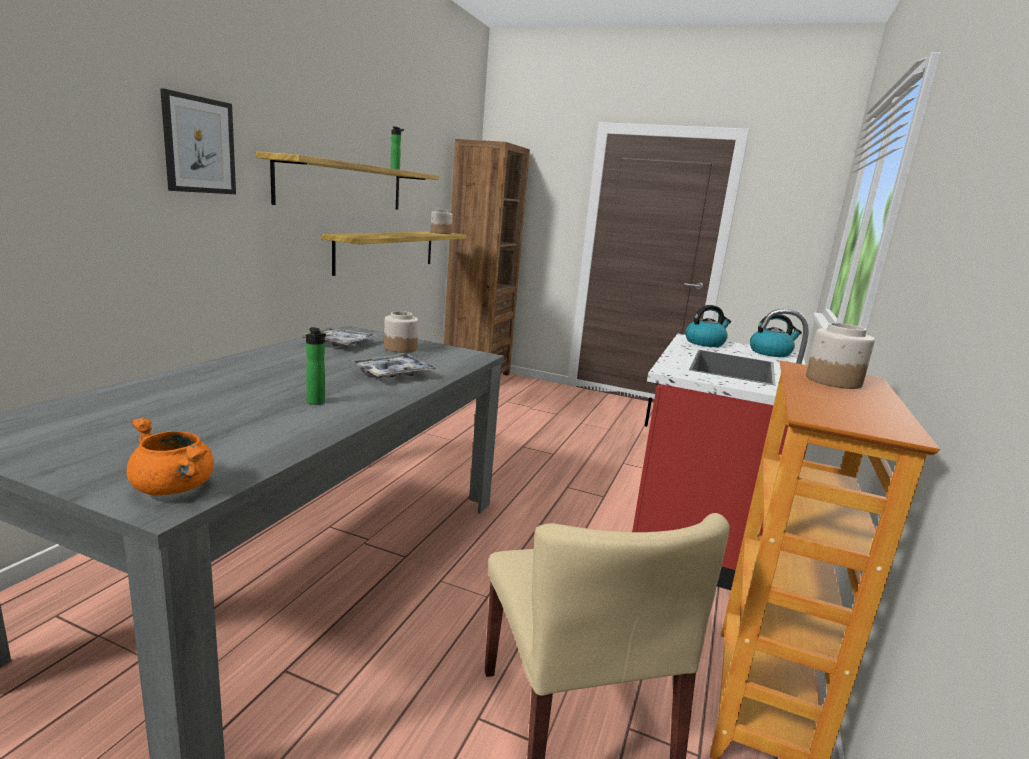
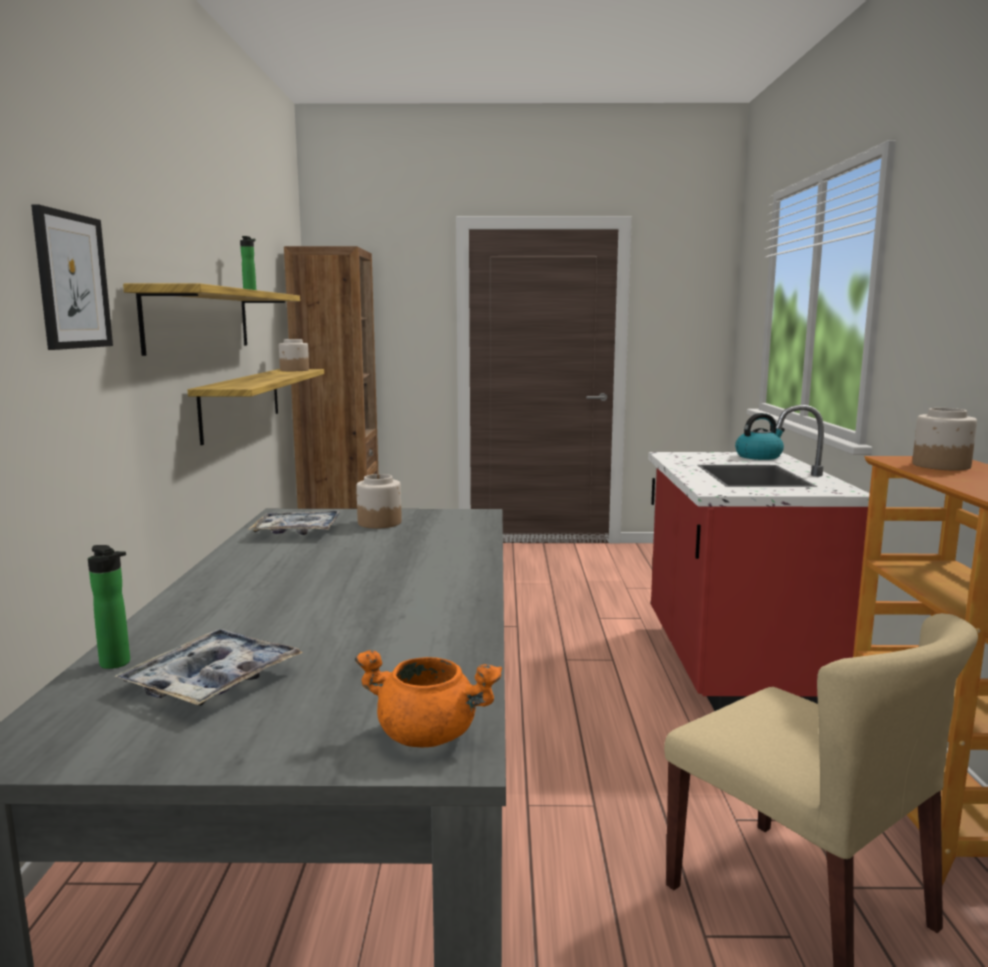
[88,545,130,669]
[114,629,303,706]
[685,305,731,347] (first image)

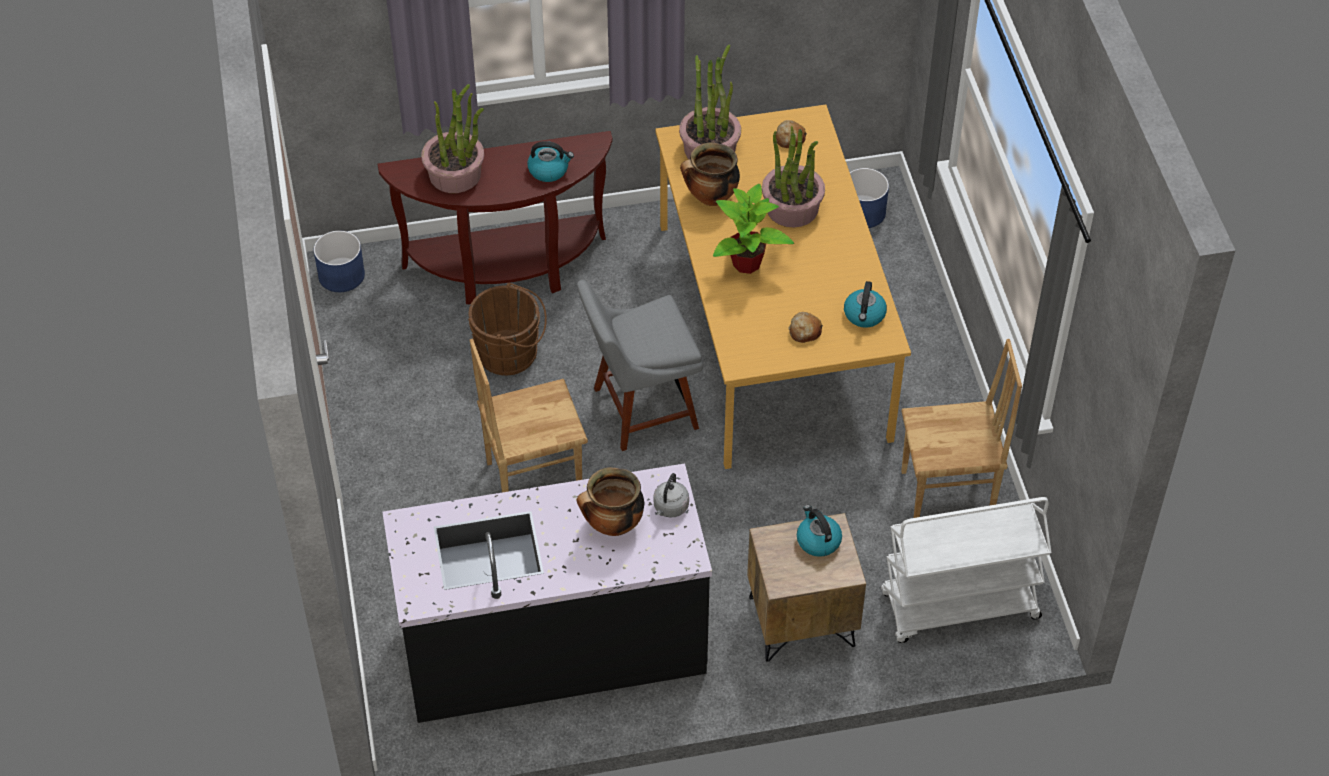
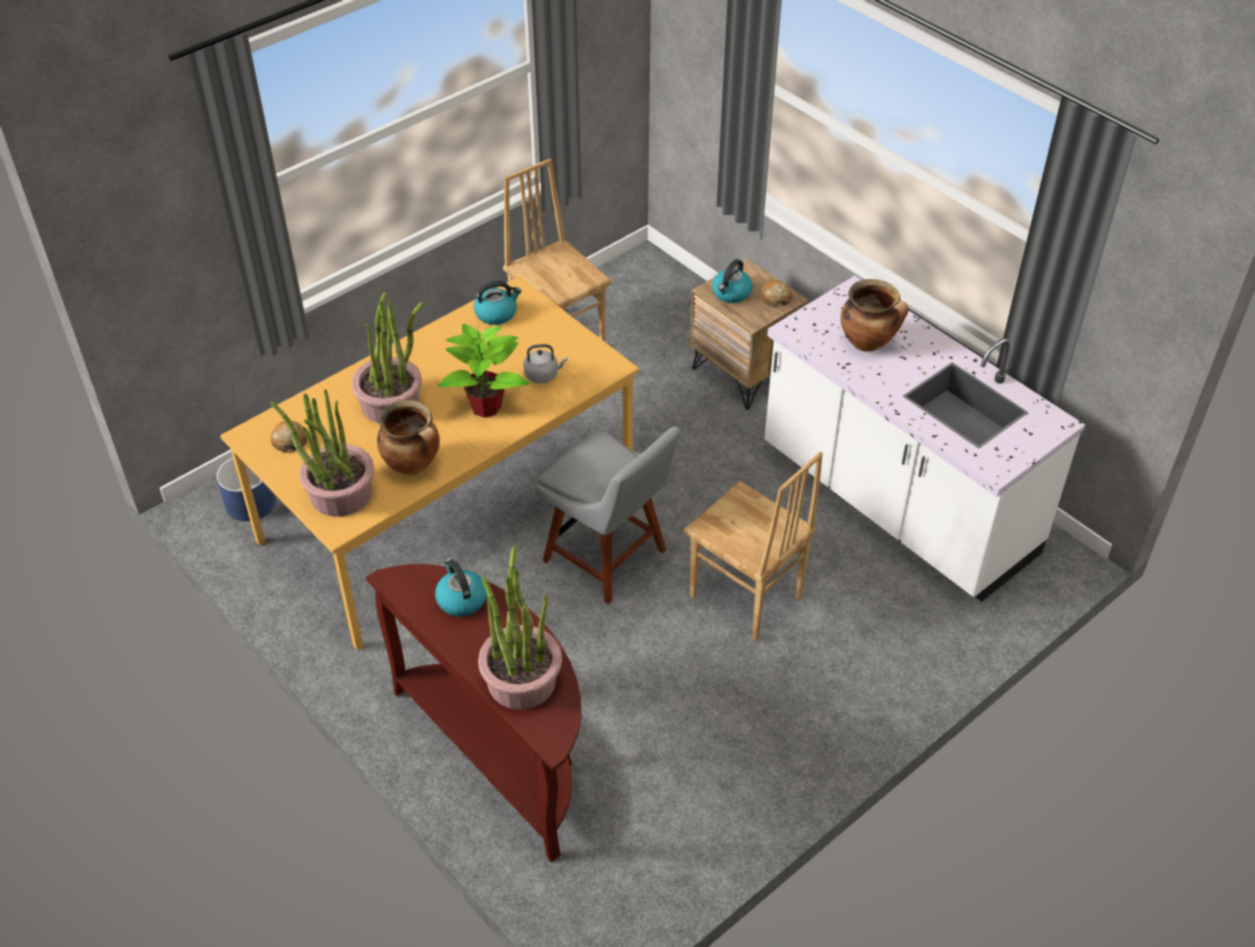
[523,344,568,383]
[761,280,793,308]
[765,276,1085,602]
[314,231,365,292] (first image)
[468,283,547,375] (first image)
[881,497,1051,643] (first image)

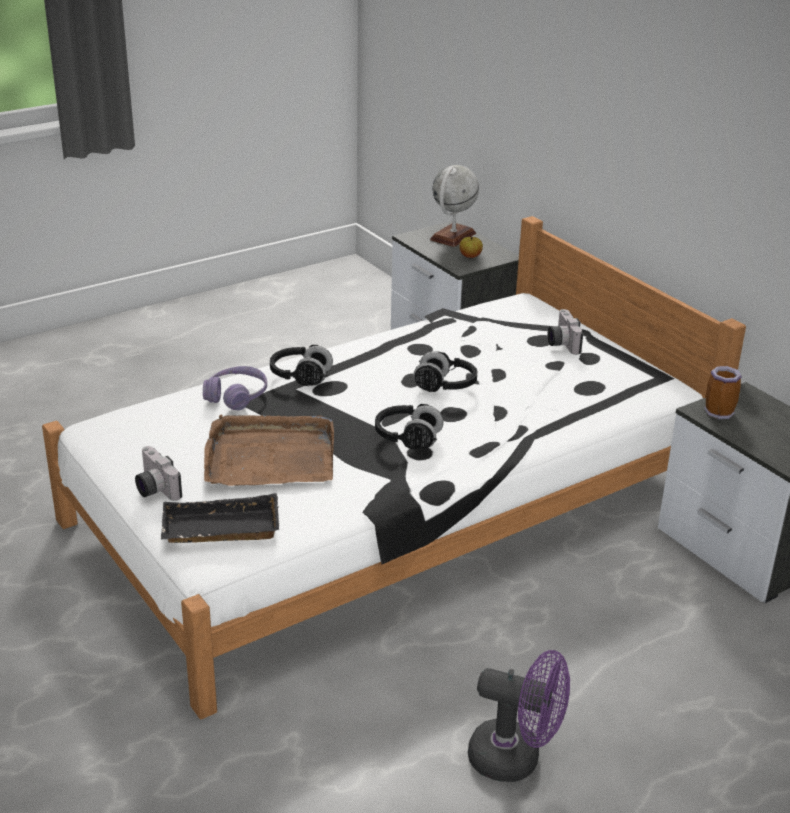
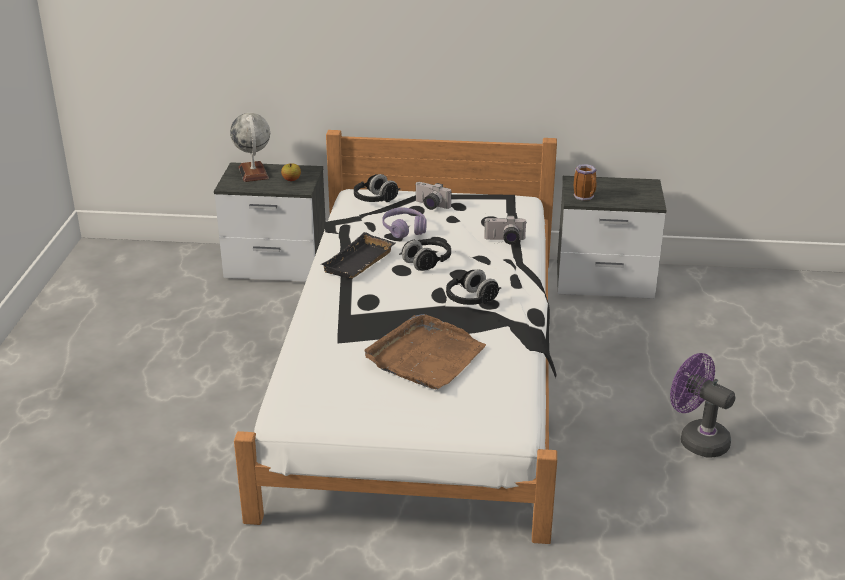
[321,232,395,279]
[354,174,400,202]
[382,207,427,239]
[484,216,527,245]
[670,353,735,458]

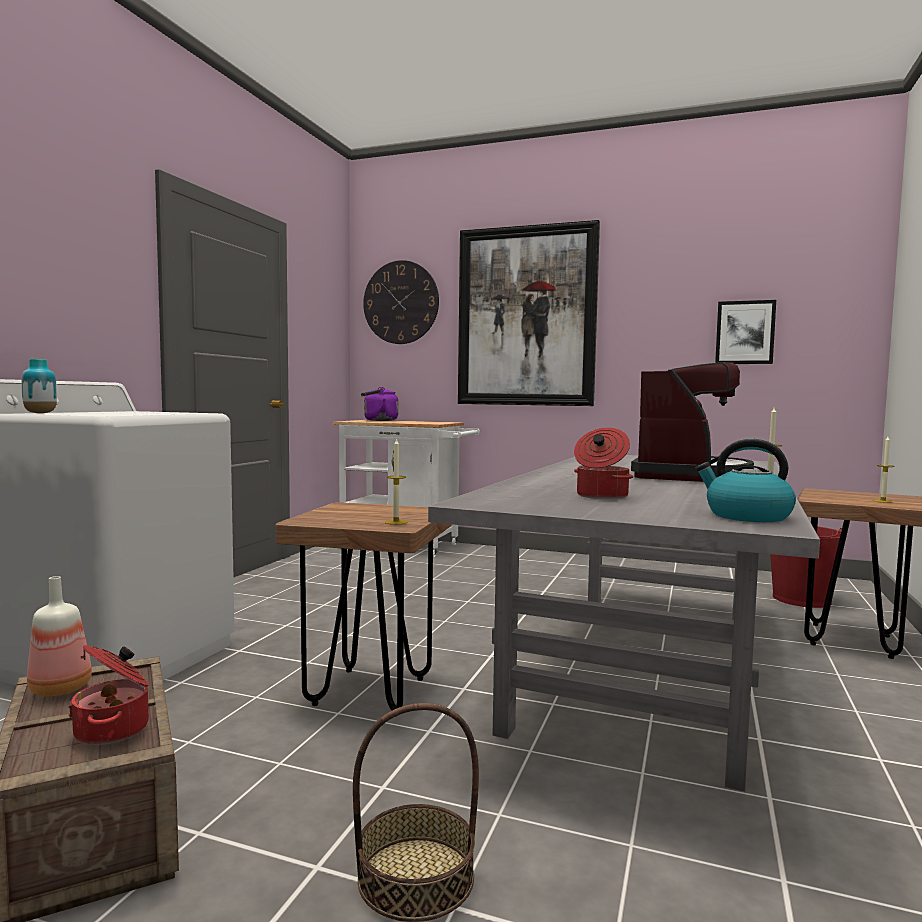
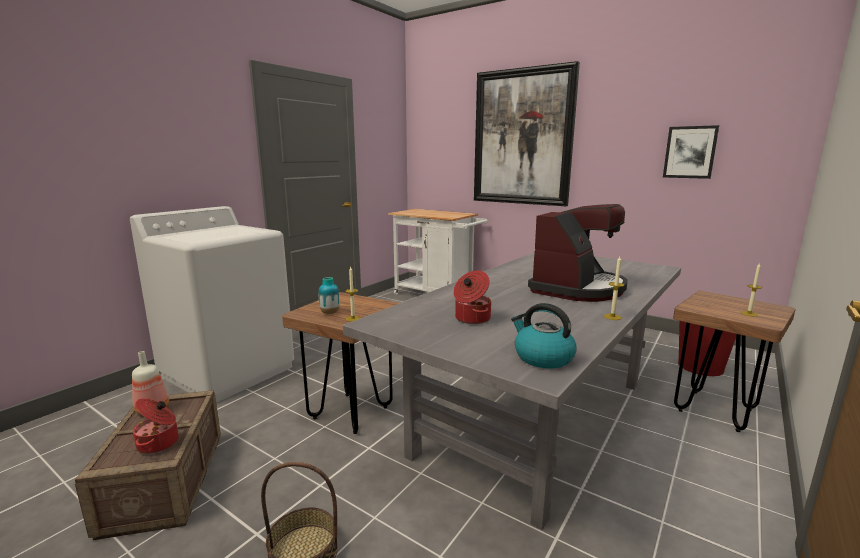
[319,277,339,314]
[361,387,399,421] (first image)
[363,260,439,344] (first image)

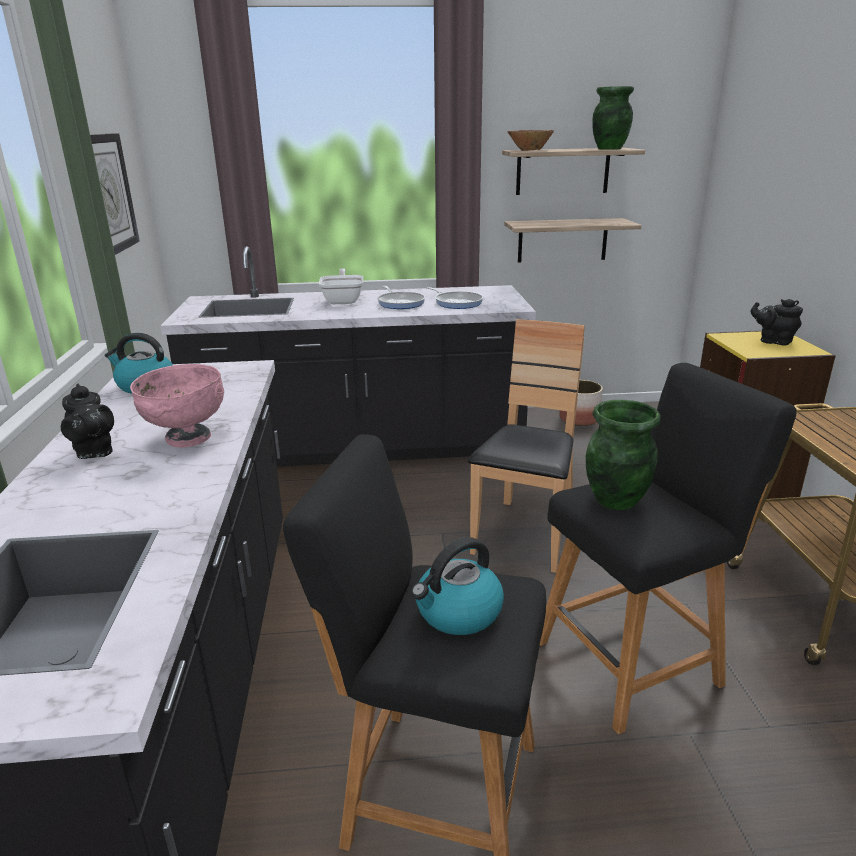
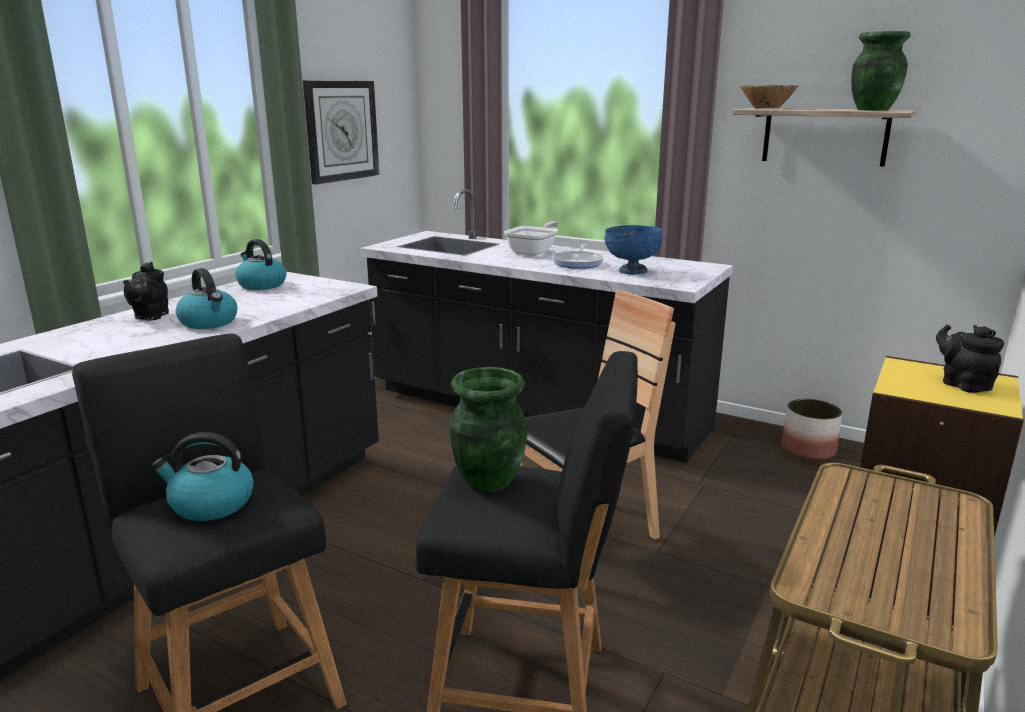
[176,268,237,329]
[605,225,663,275]
[504,218,641,263] (first image)

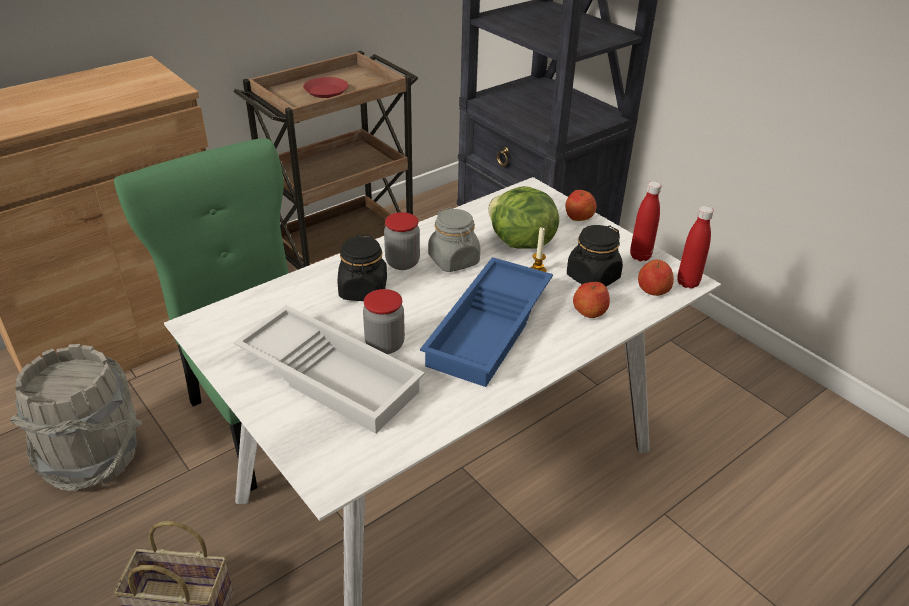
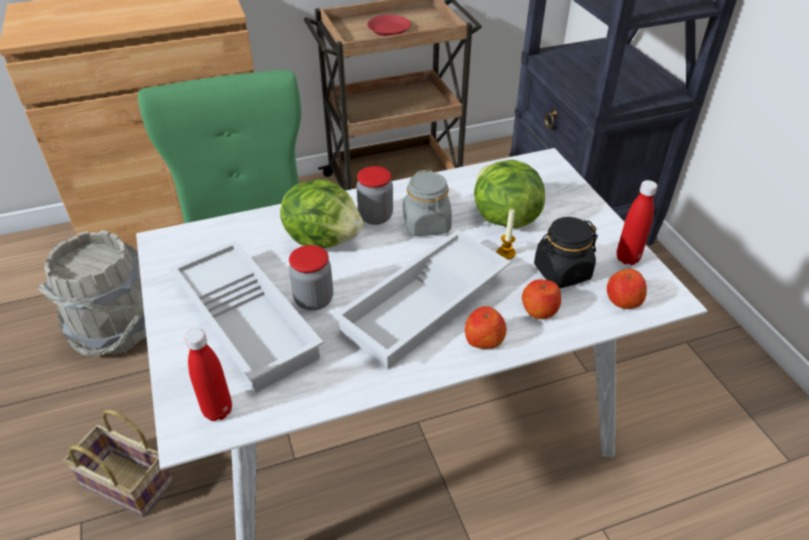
[185,328,232,421]
[280,179,363,248]
[333,230,511,370]
[465,306,506,349]

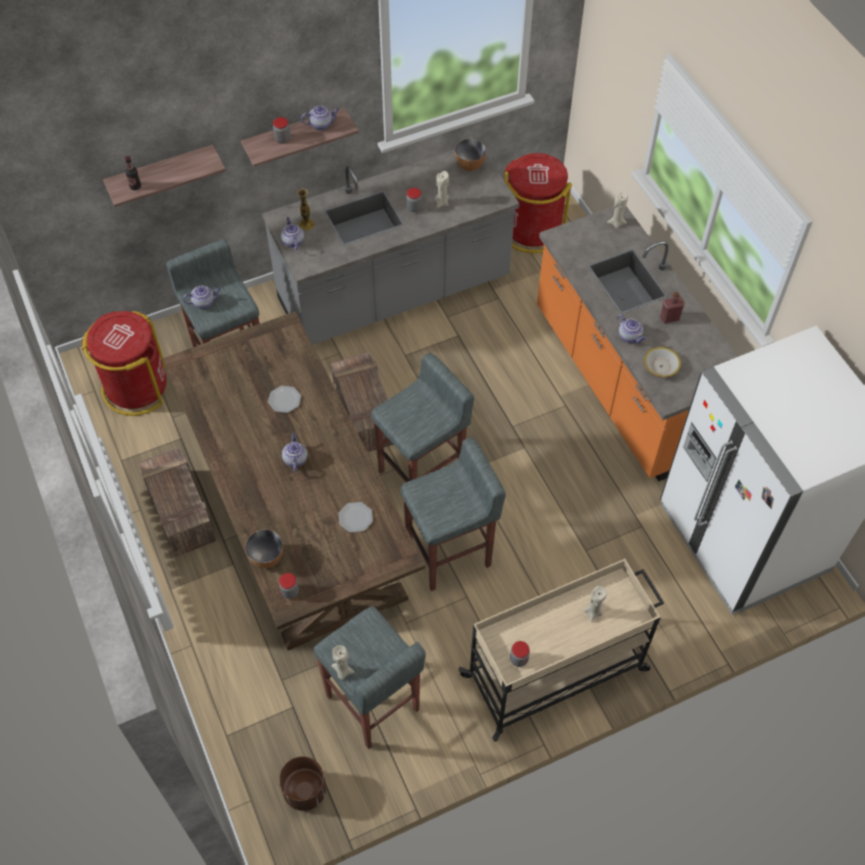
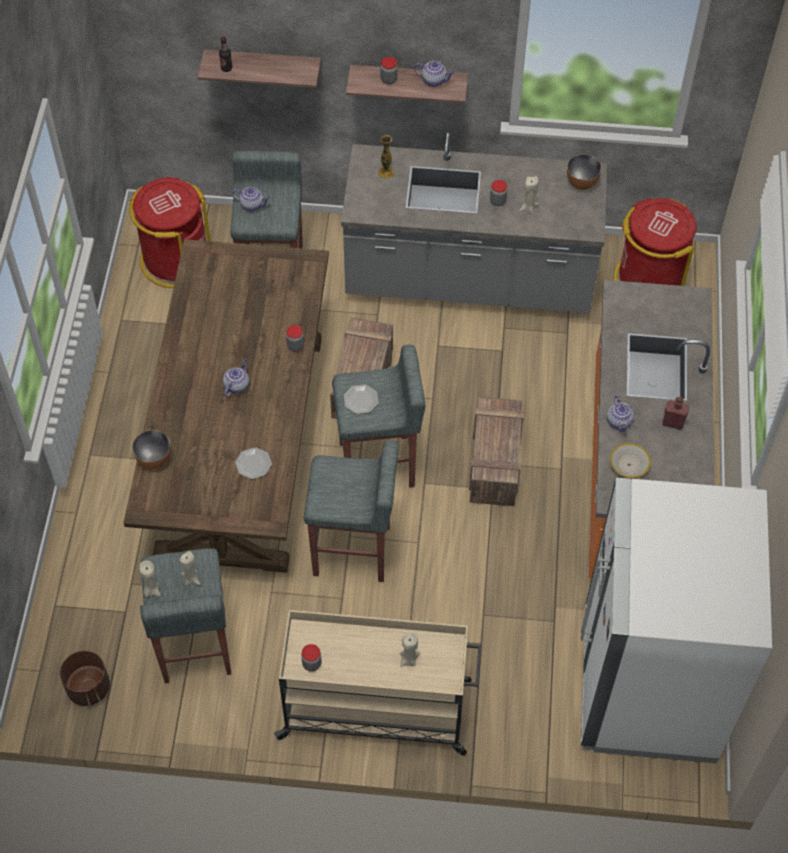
[179,551,201,586]
[286,325,304,351]
[344,385,379,414]
[469,397,524,506]
[281,217,304,250] (first image)

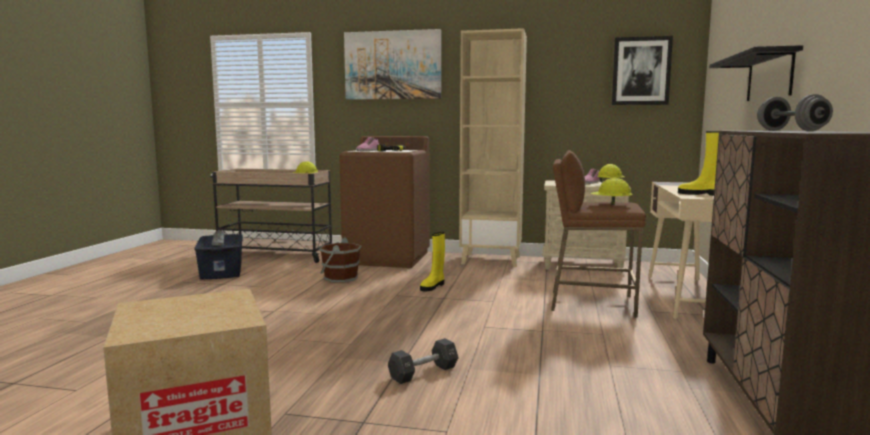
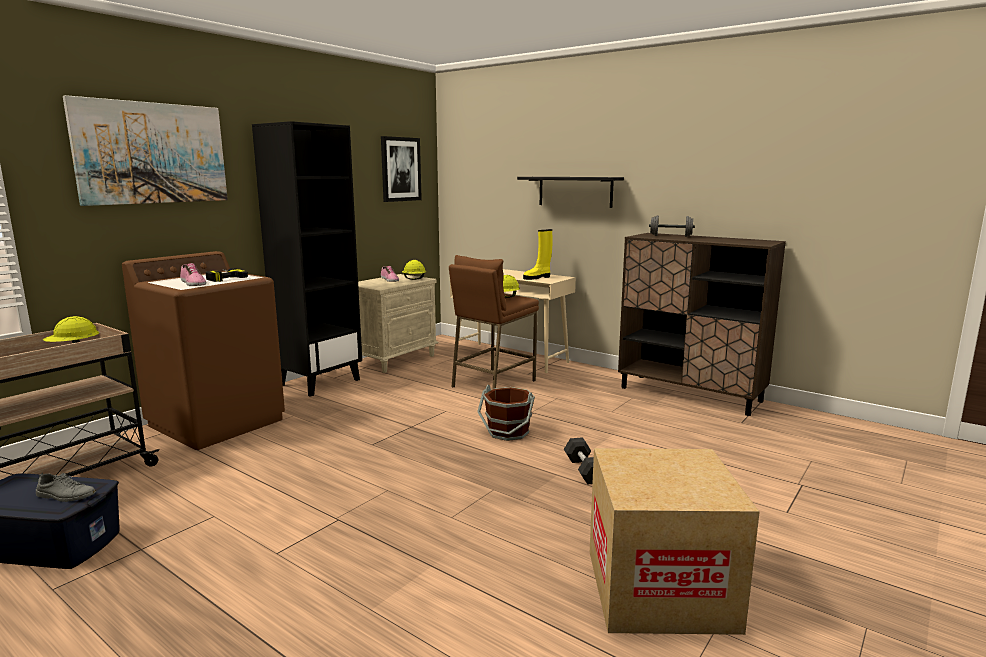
[252,121,362,397]
[477,385,535,441]
[420,232,445,292] (first image)

